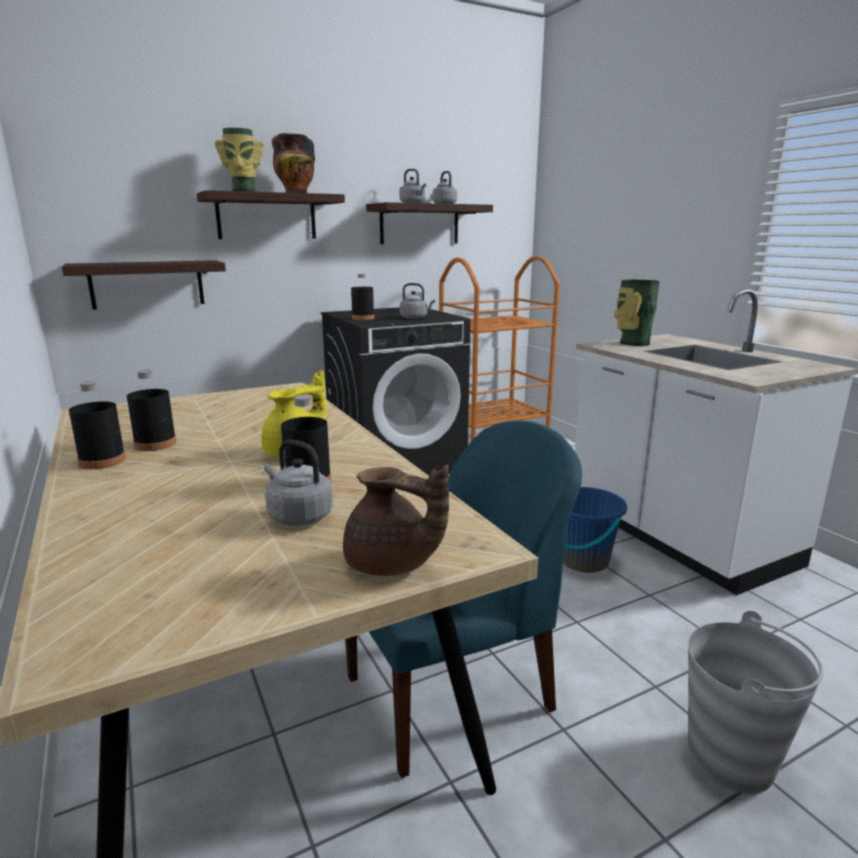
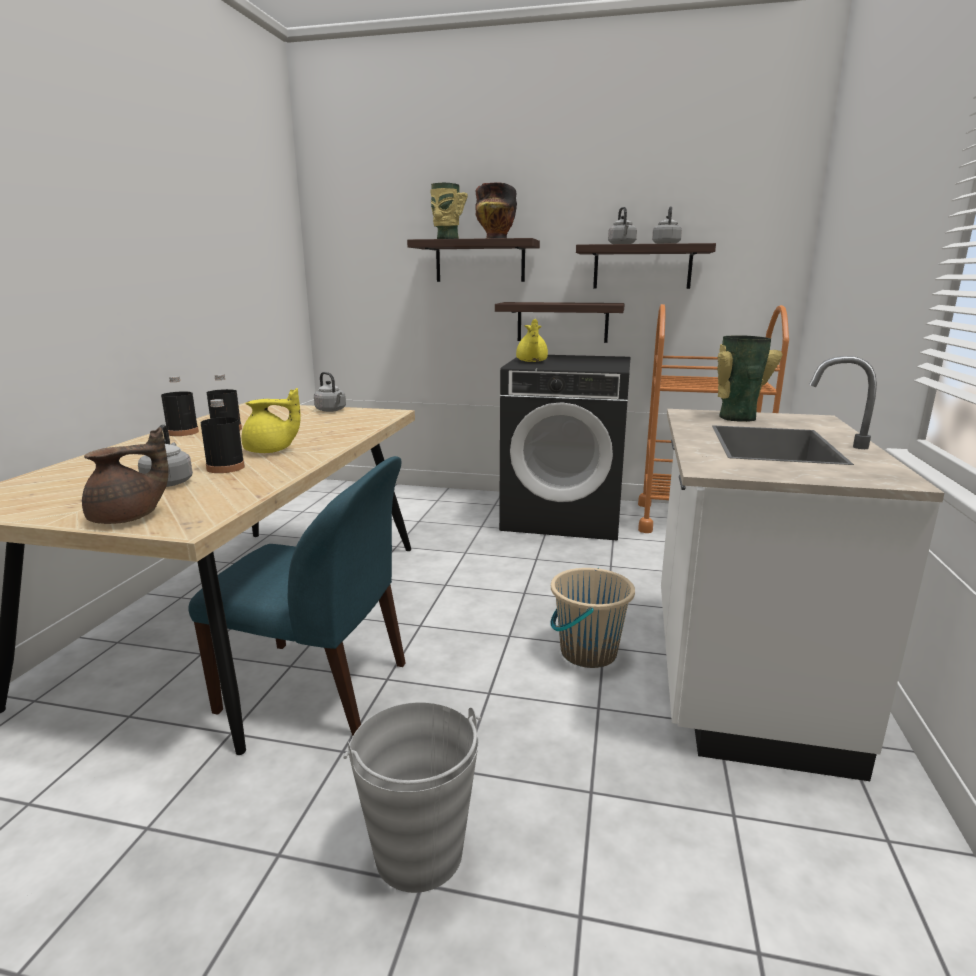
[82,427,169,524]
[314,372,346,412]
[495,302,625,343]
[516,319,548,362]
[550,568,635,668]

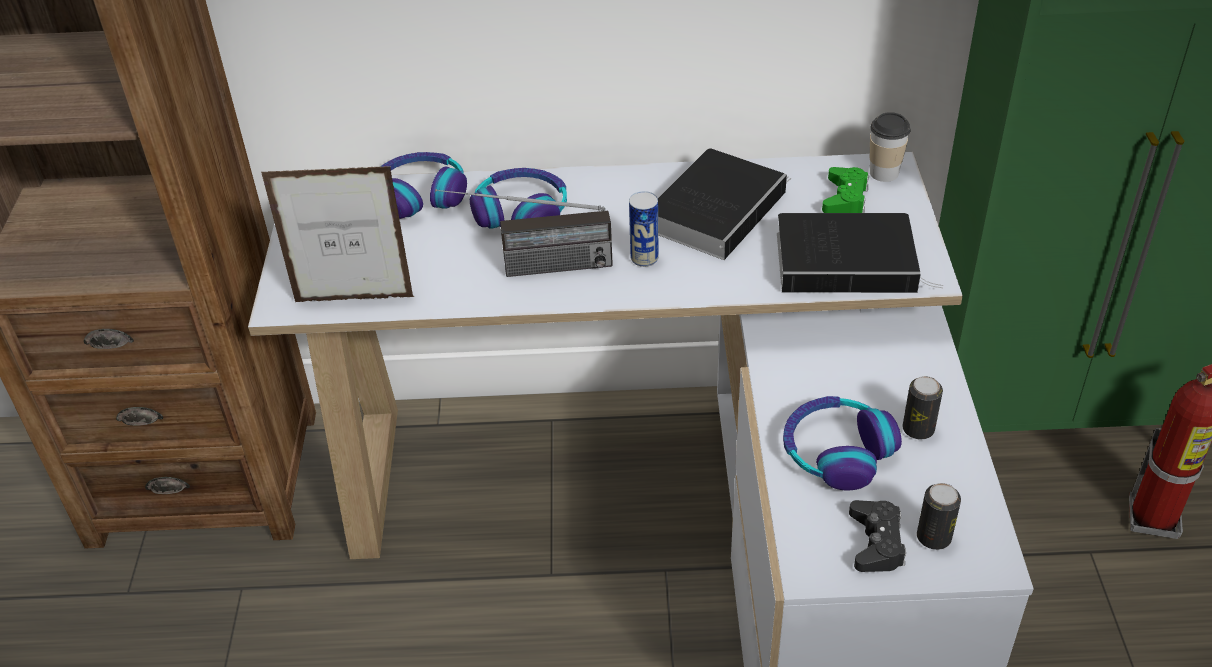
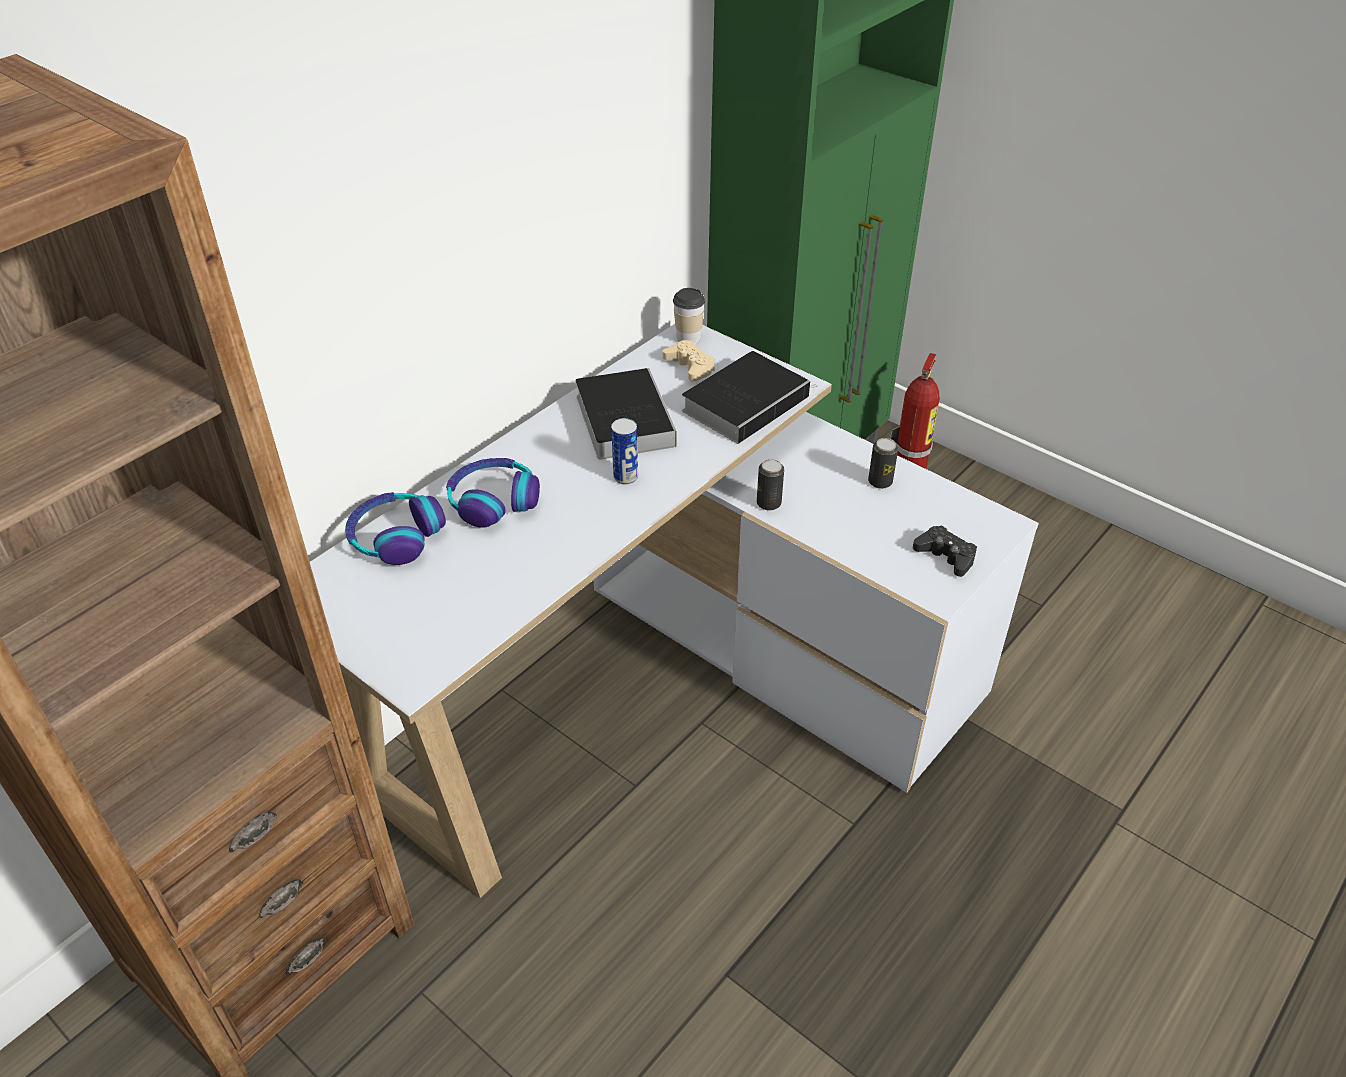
[663,340,715,382]
[757,459,784,510]
[261,166,414,302] (first image)
[435,189,613,277] (first image)
[783,396,902,490] (first image)

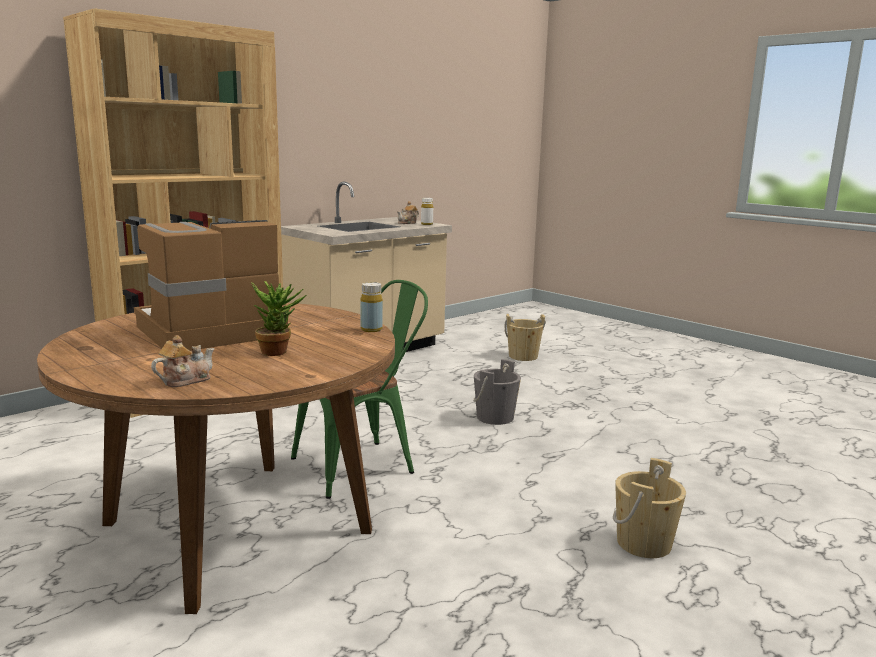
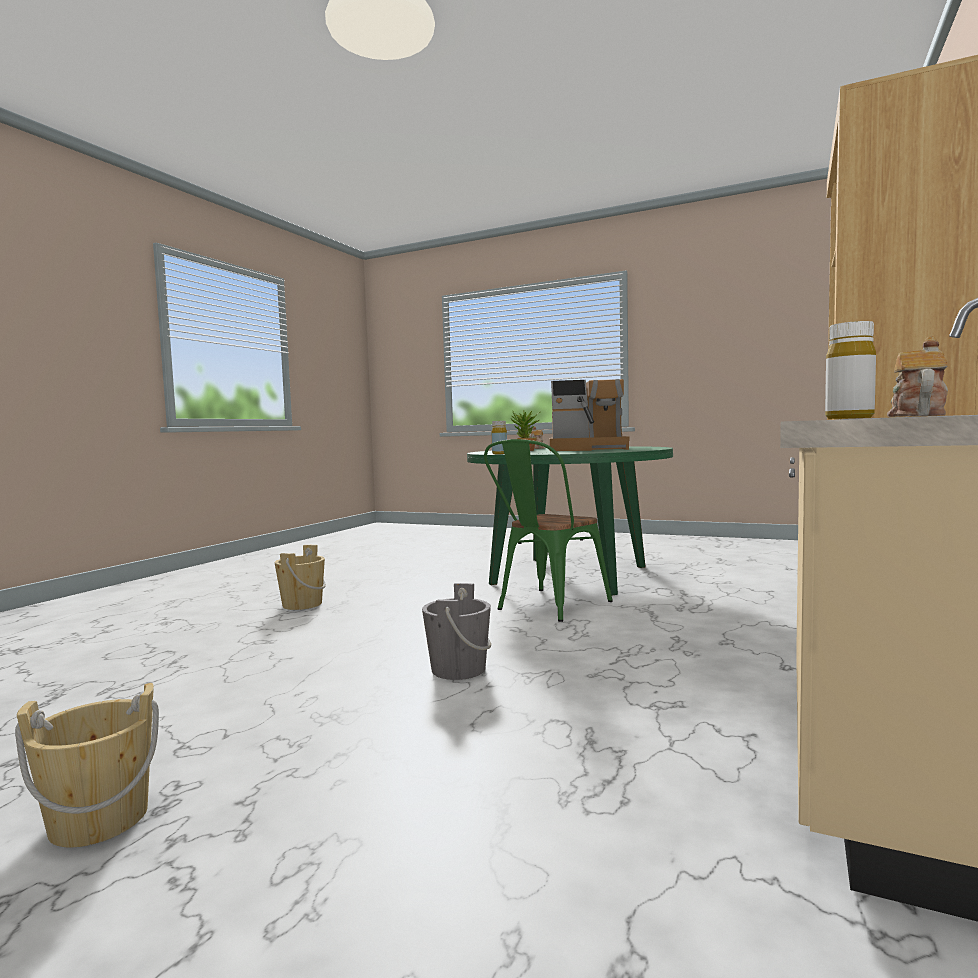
[15,683,159,847]
[467,446,673,595]
[548,379,630,451]

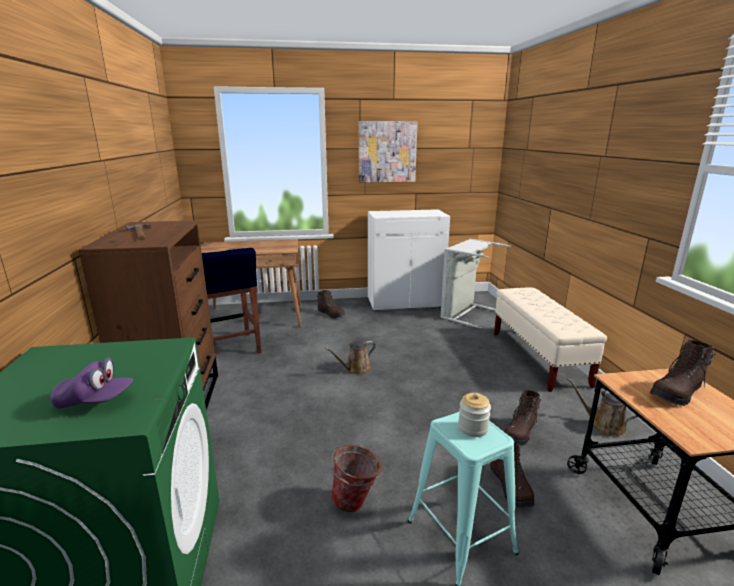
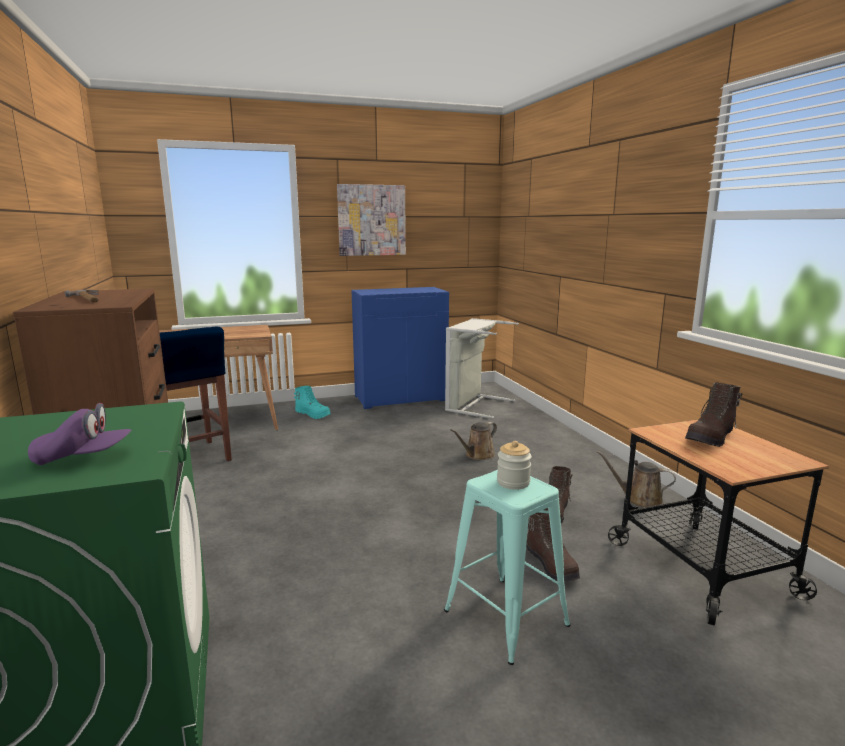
[294,386,331,419]
[352,287,449,409]
[450,422,497,460]
[331,445,382,512] (first image)
[494,287,607,392] (first image)

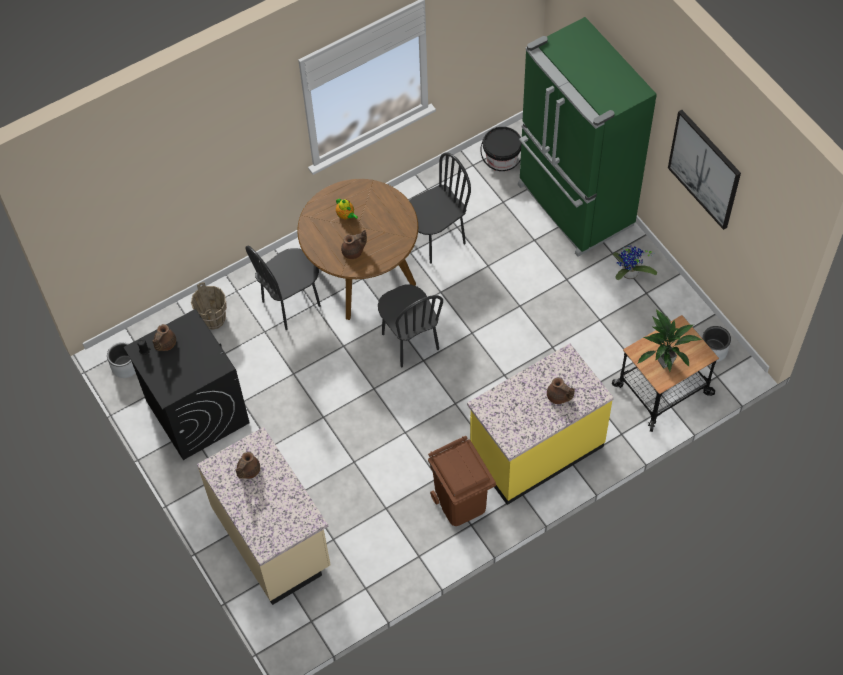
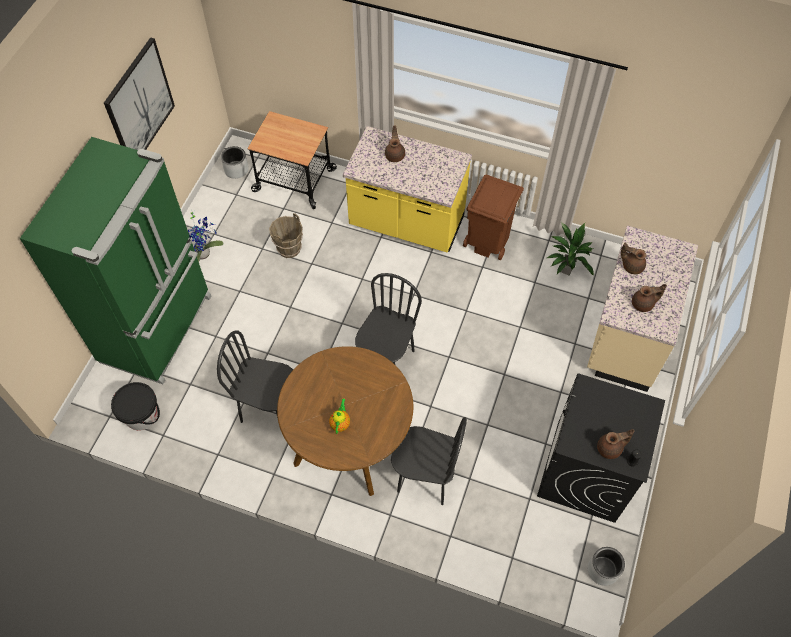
[269,213,303,258]
[547,222,594,276]
[621,243,646,274]

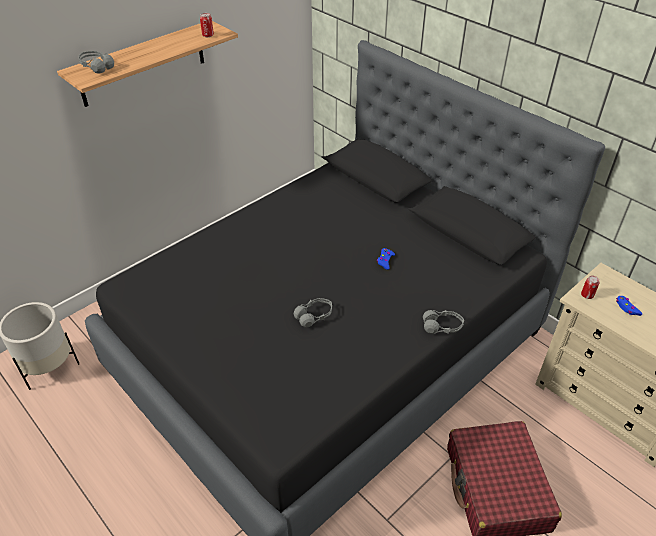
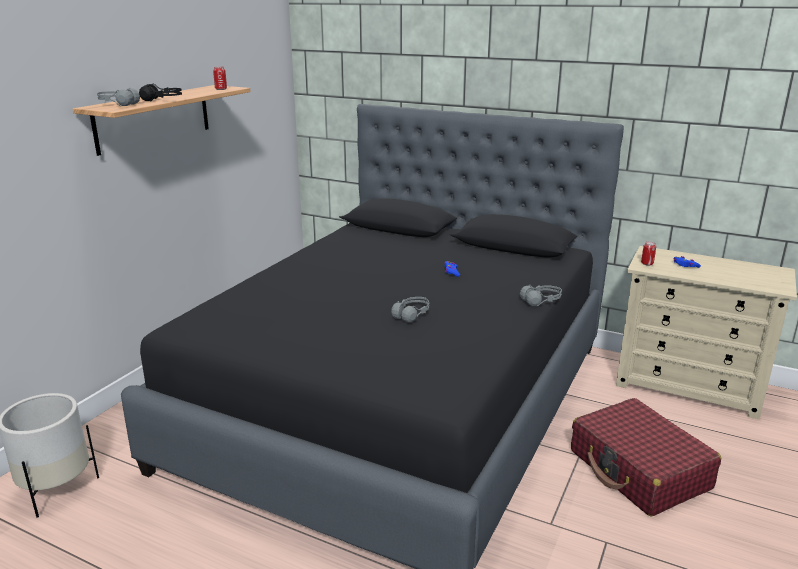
[139,83,182,102]

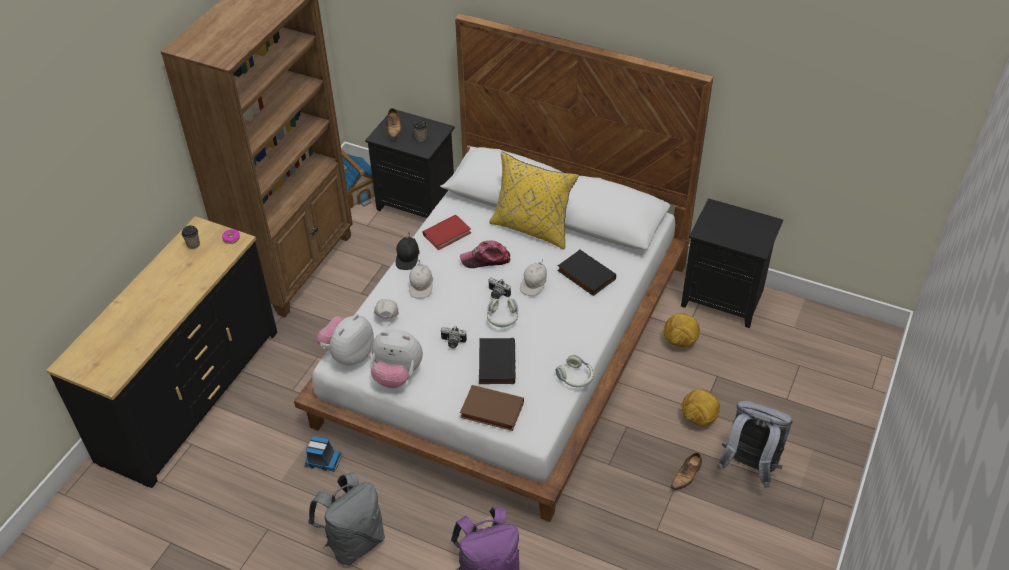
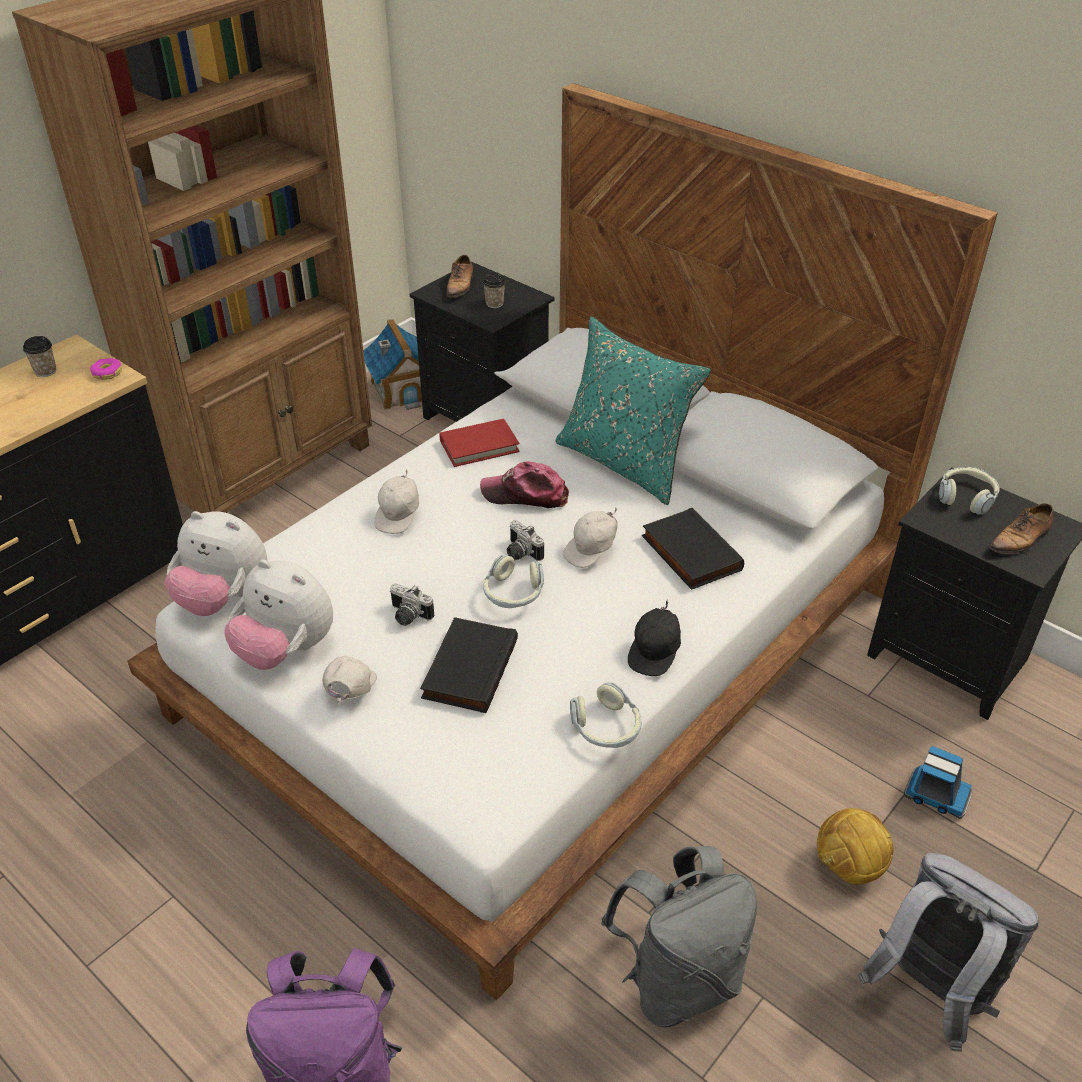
[165,511,267,616]
[322,656,377,705]
[555,316,711,505]
[601,846,757,1028]
[628,600,681,676]
[904,746,972,819]
[939,467,1000,515]
[989,503,1054,558]
[460,385,524,431] (first image)
[664,313,700,348] (first image)

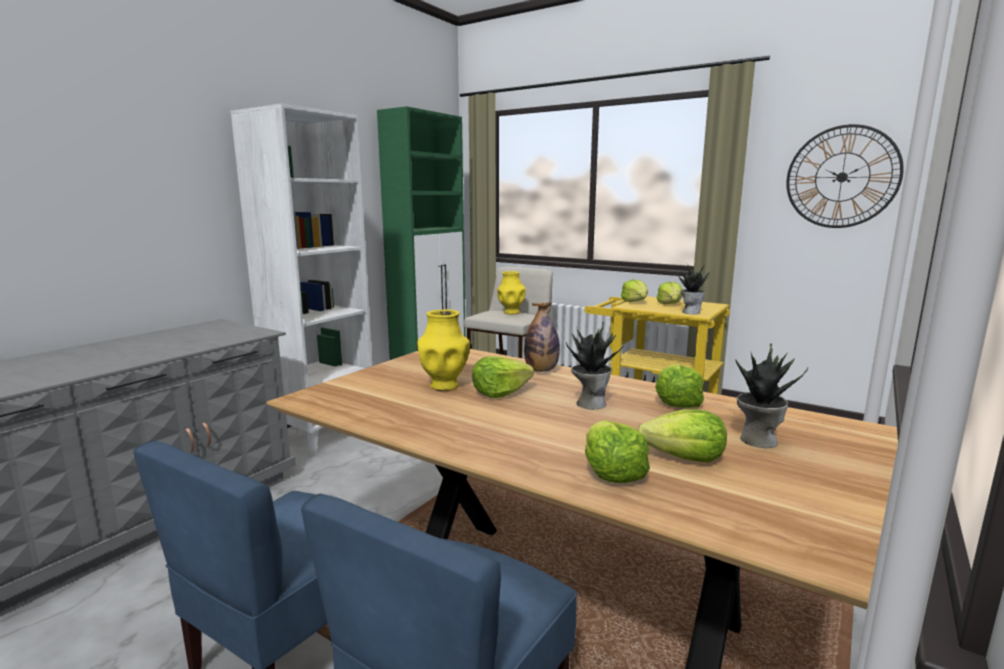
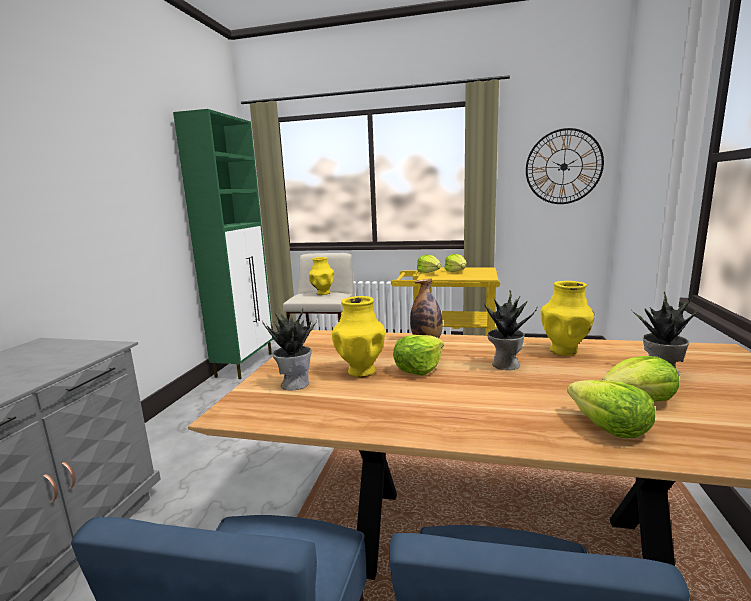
[262,308,317,391]
[541,281,594,356]
[230,104,372,456] (first image)

